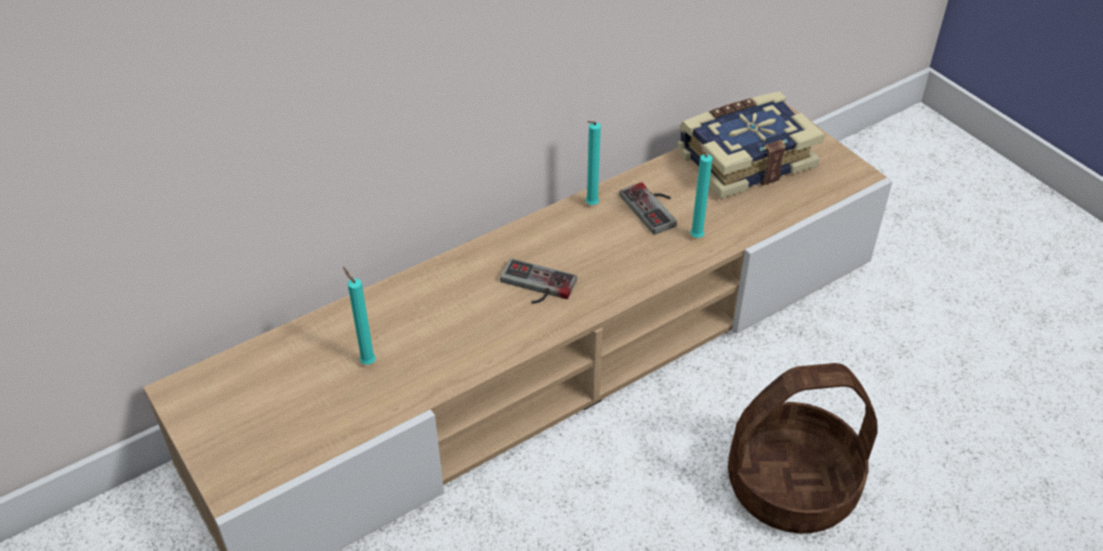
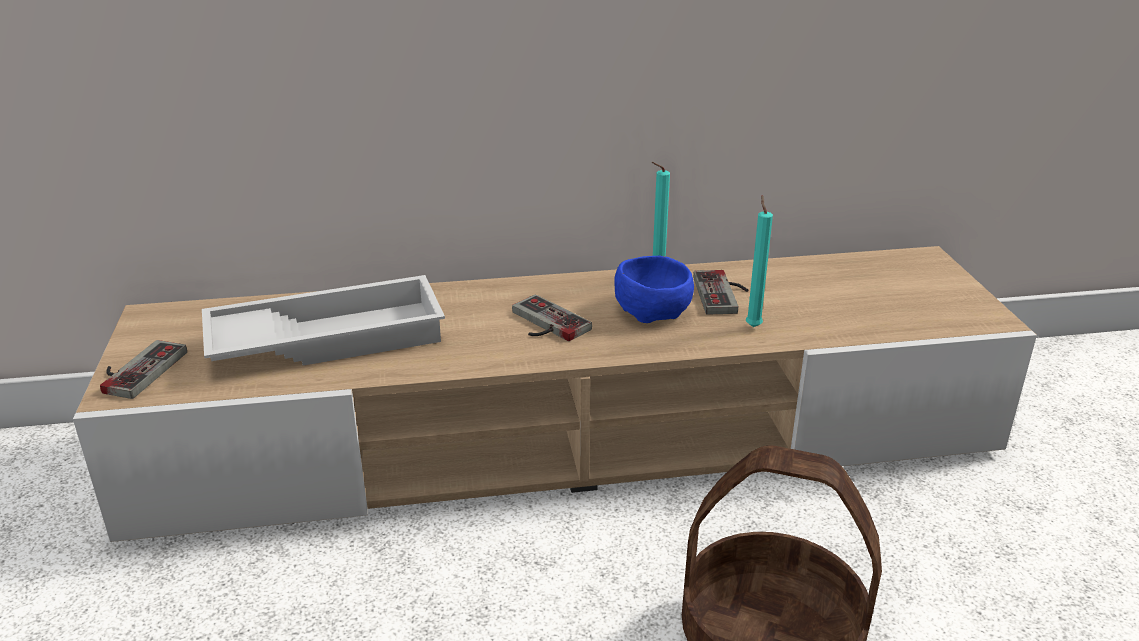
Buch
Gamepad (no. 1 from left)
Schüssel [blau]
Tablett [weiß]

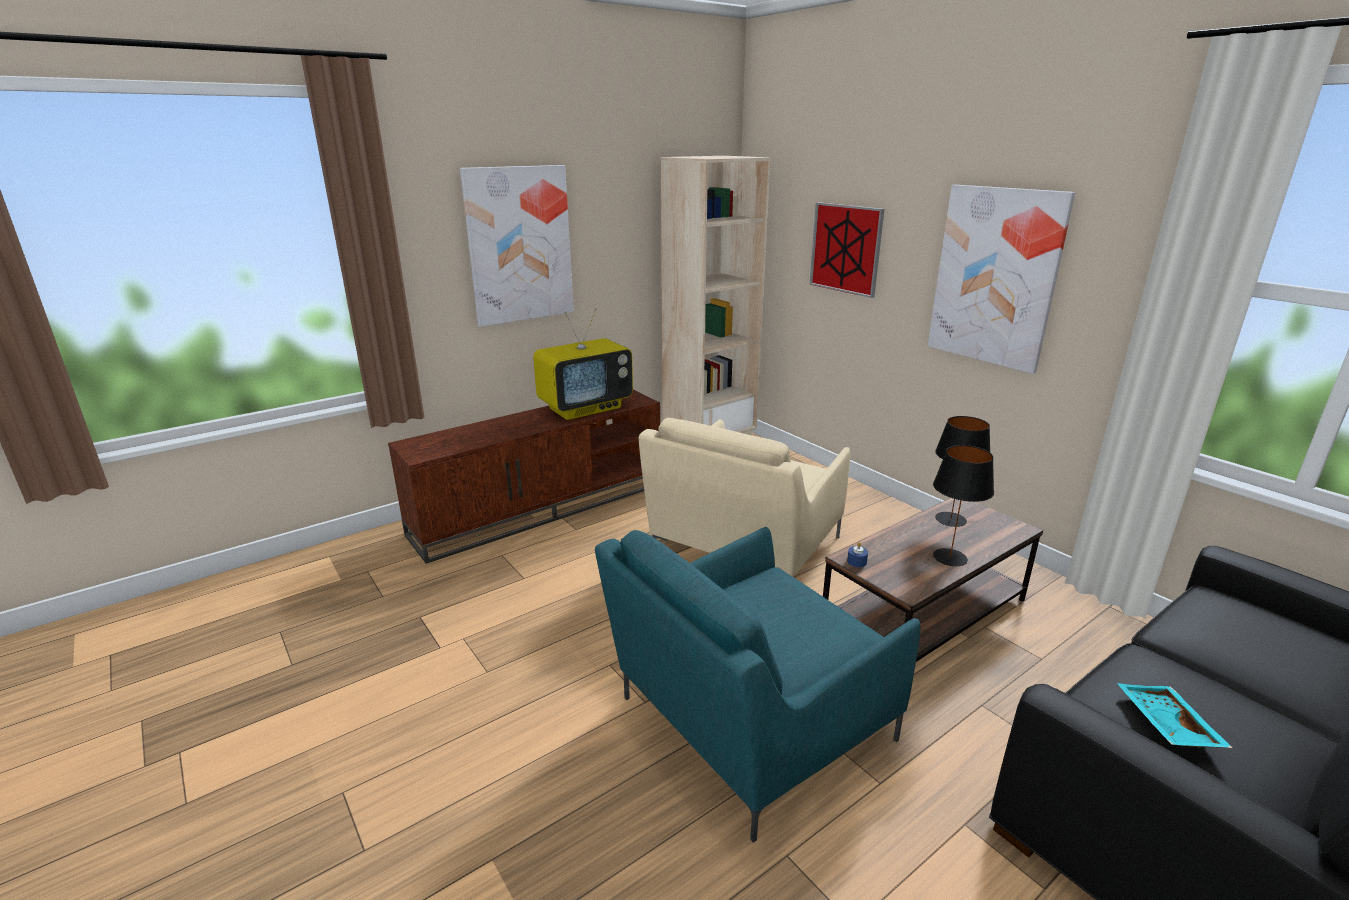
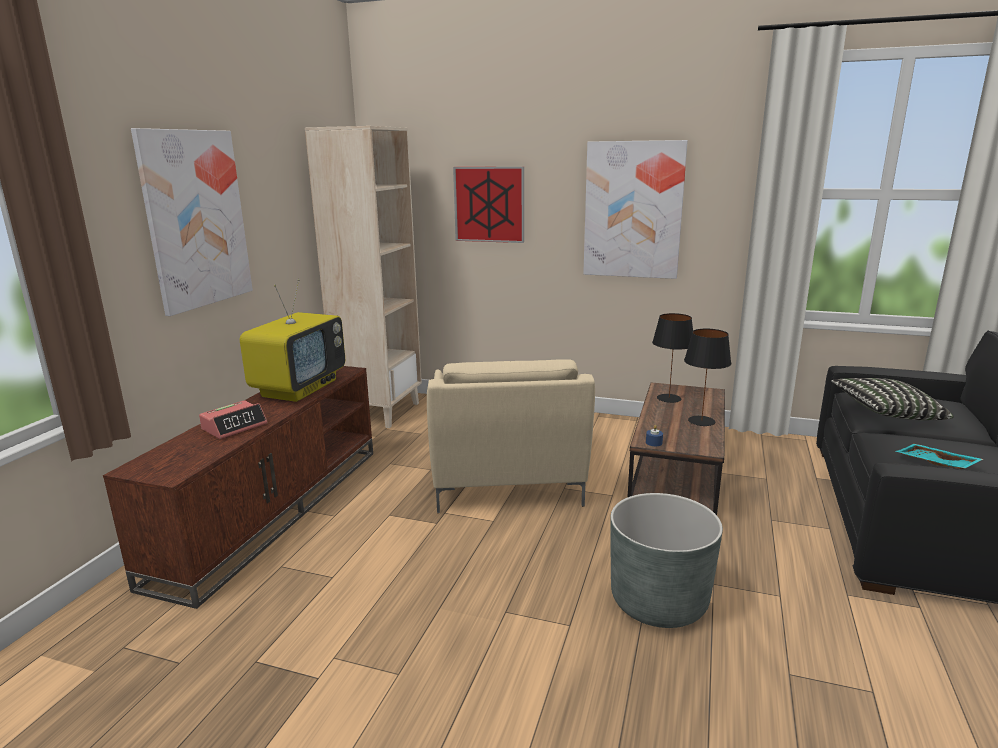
Wecker
Kissen
Pflanzkübel [grau]

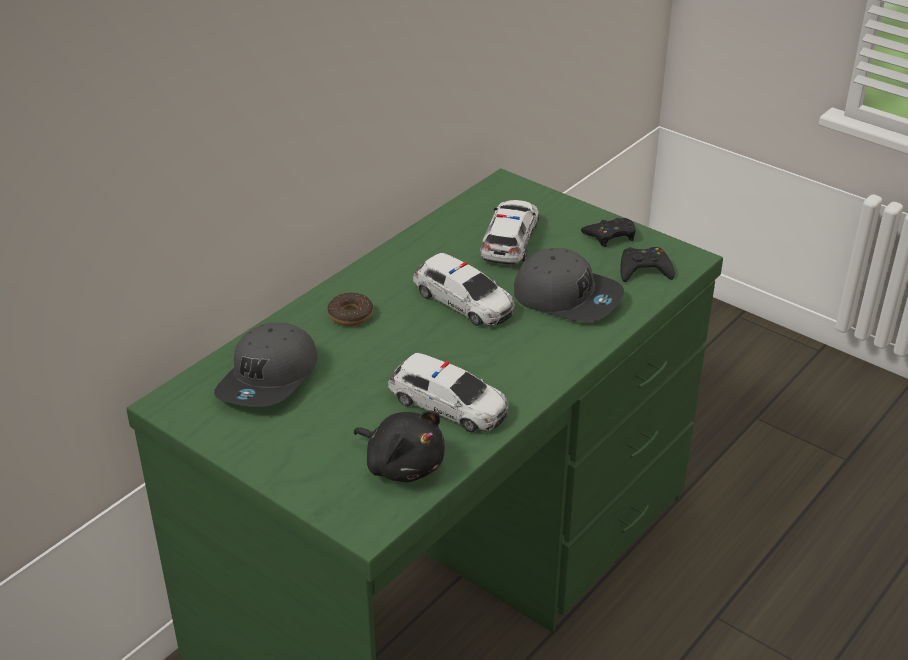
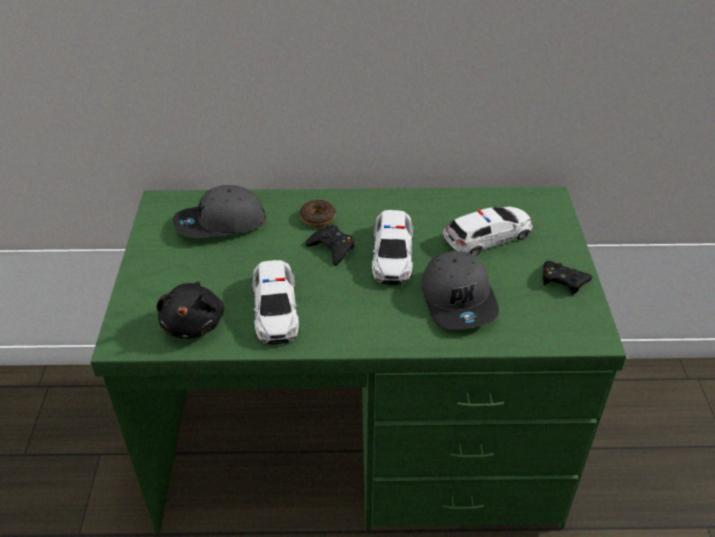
Gamepad [schwarz] (no. 1 from left)

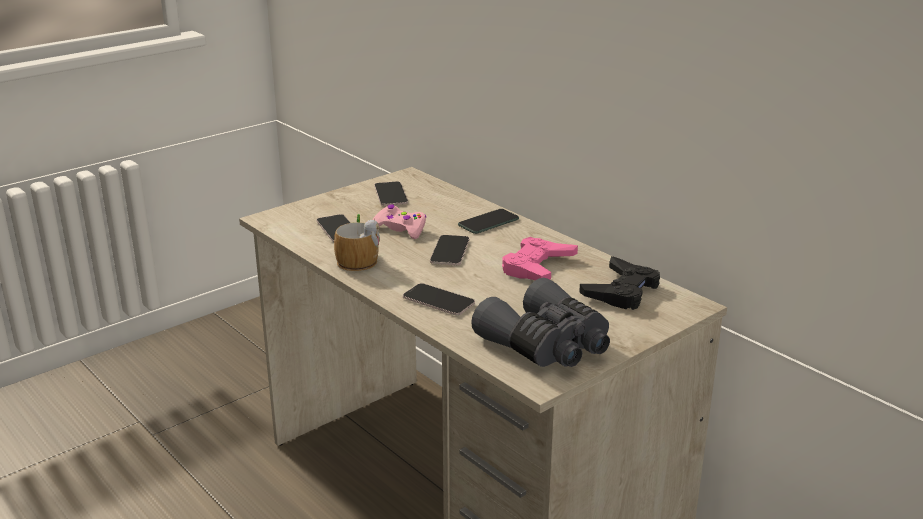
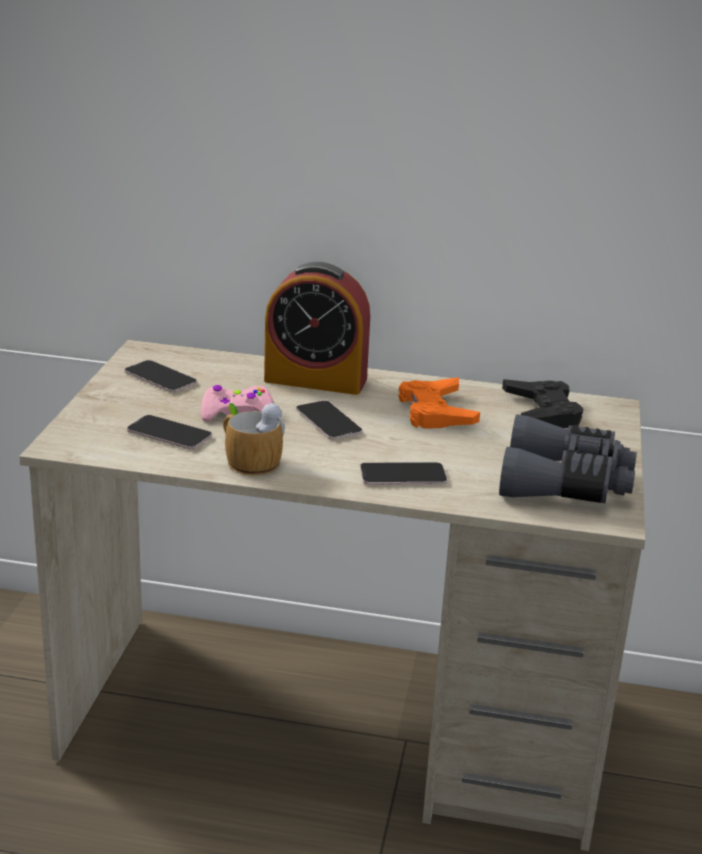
Wecker
Gamepad [orange]

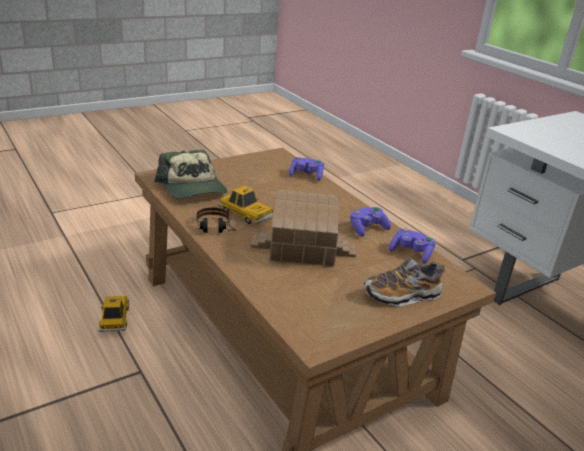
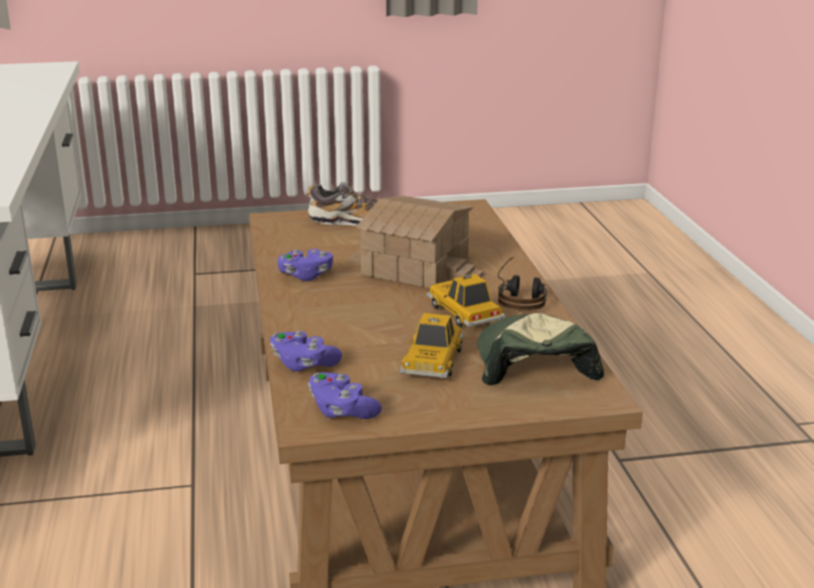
Spielzeugauto (no. 1 from left)
Gamepad [lila] (no. 3 from left)

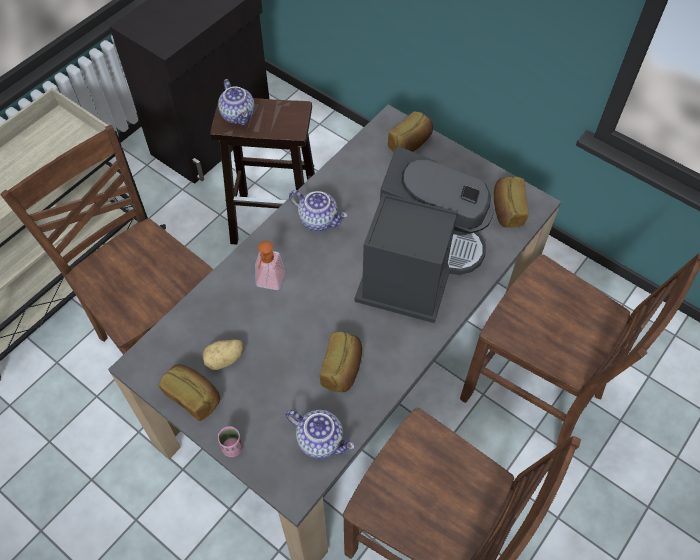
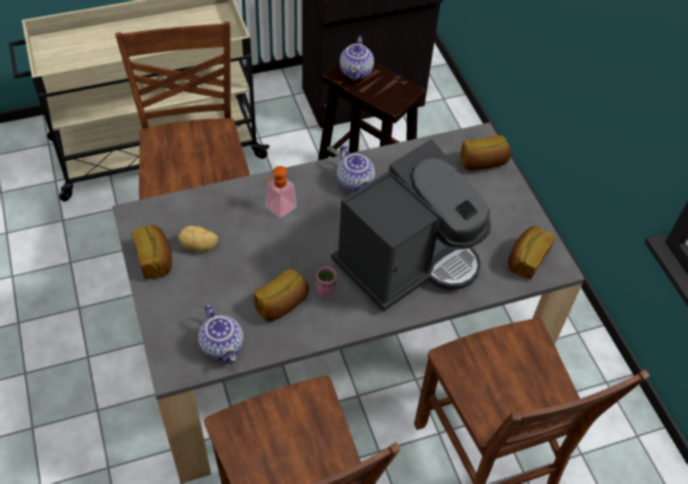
Tasse [rosa]

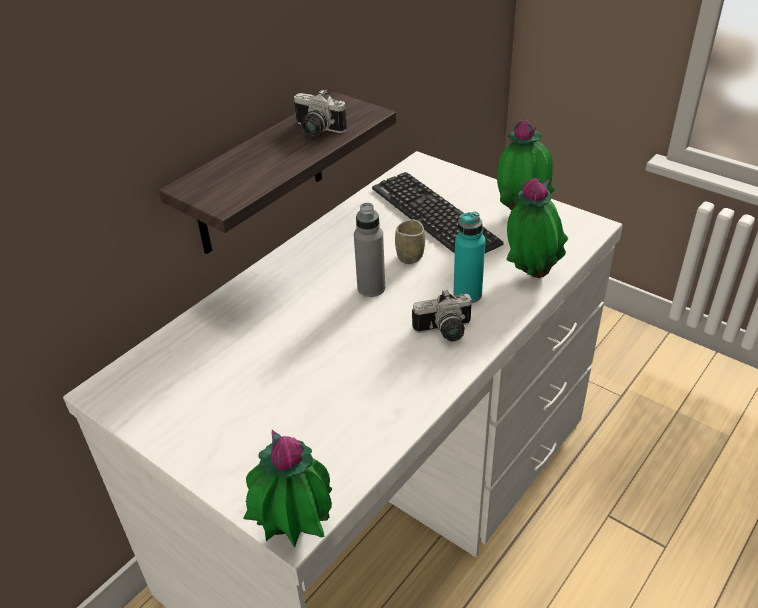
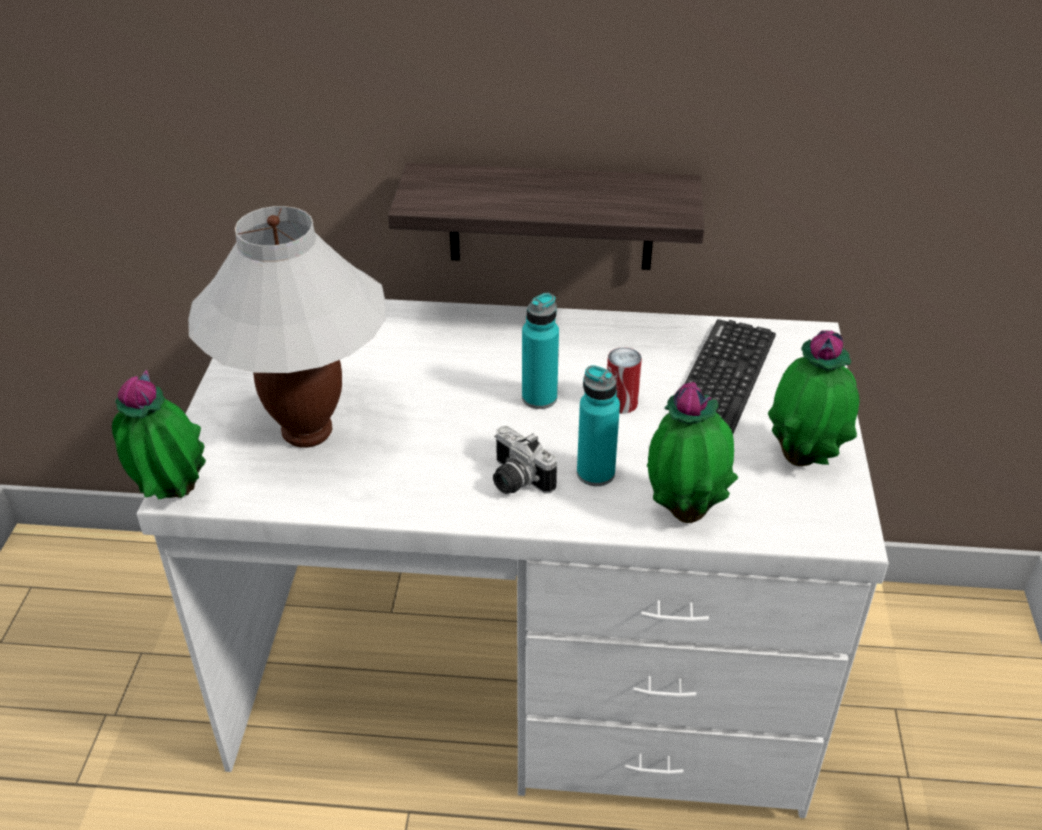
Kamera (no. 1 from left in the first image)
Tischlampe [weiß]
Dose
Flasche [türkis] (no. 1 from left)

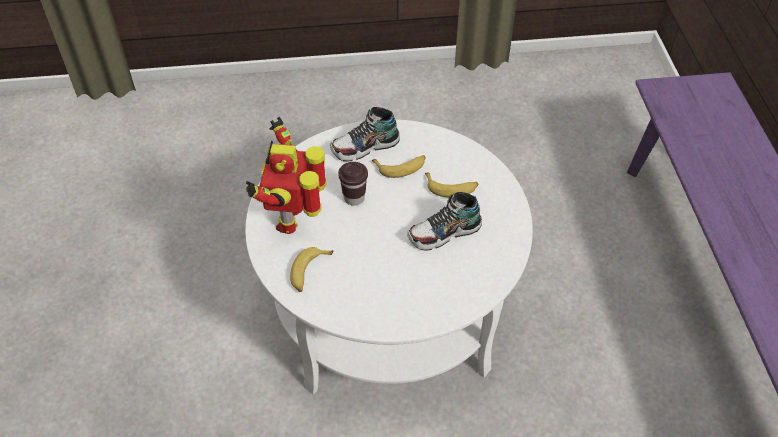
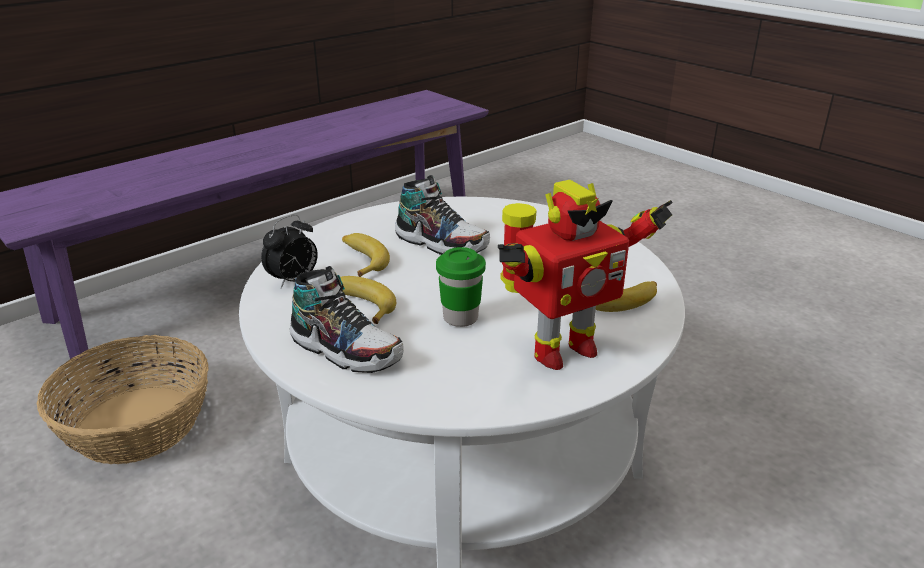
Korb
Wecker
Tasse [grün]

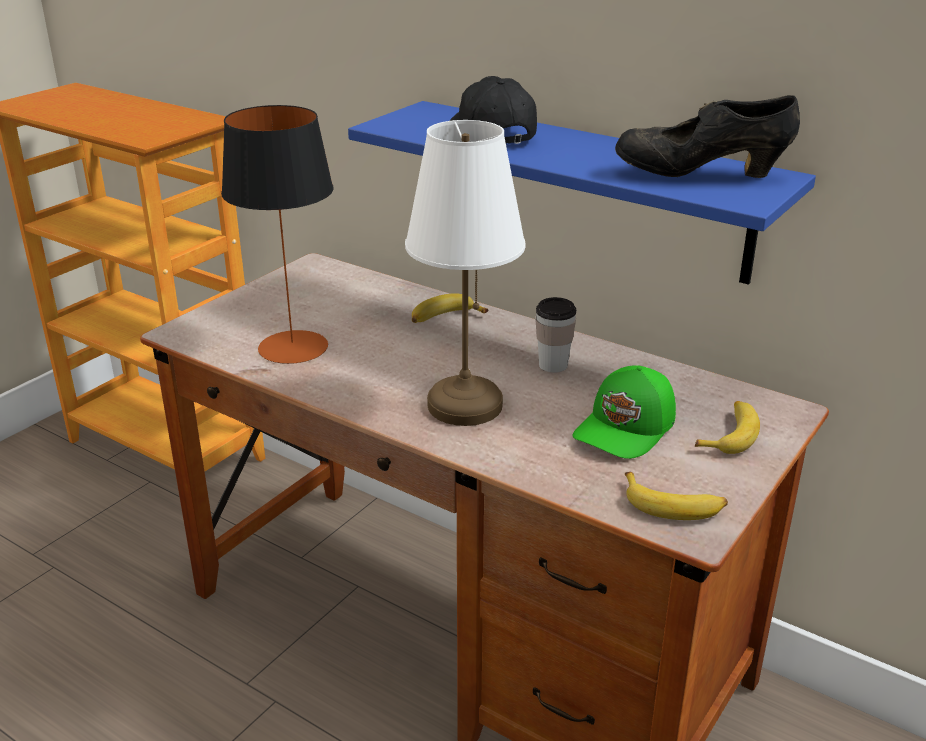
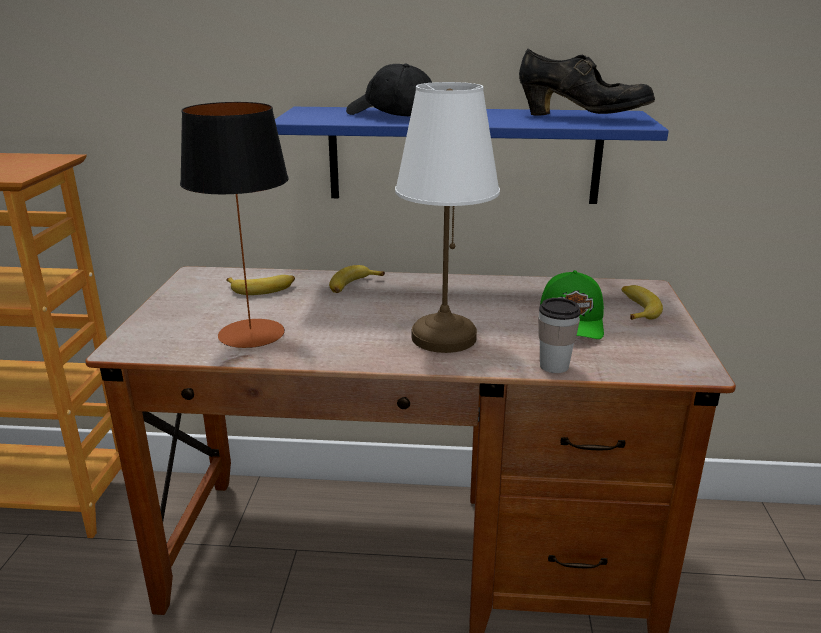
Tasse
Banane (no. 1 from left)
Schuh [schwarz]

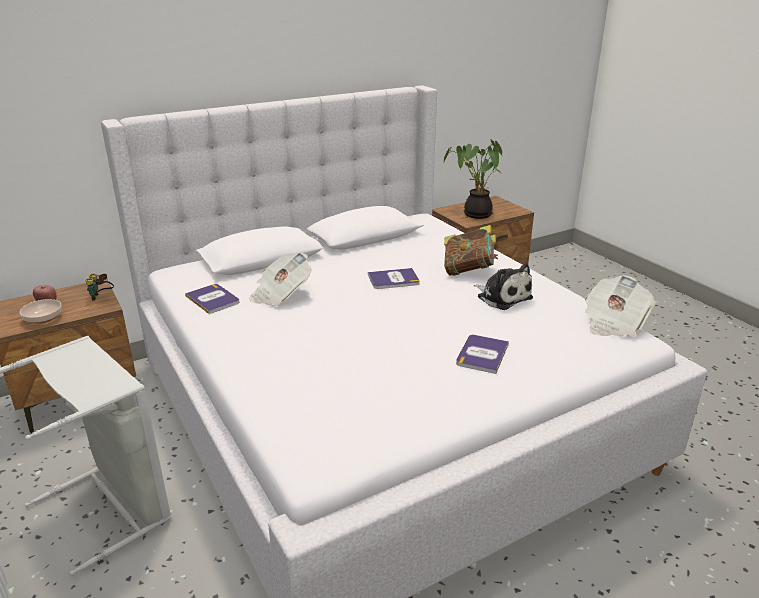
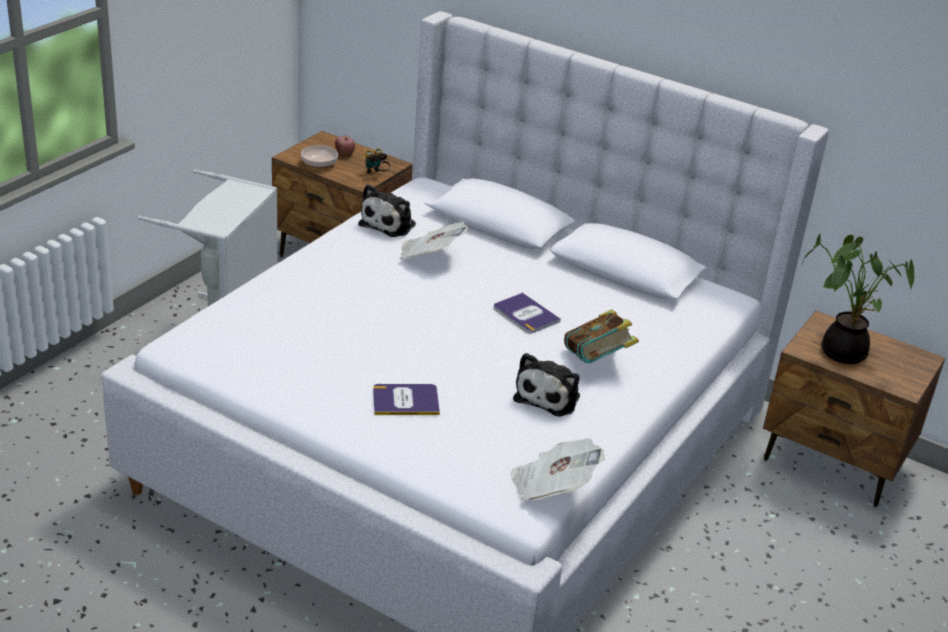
Plüschtier (no. 1 from left)

